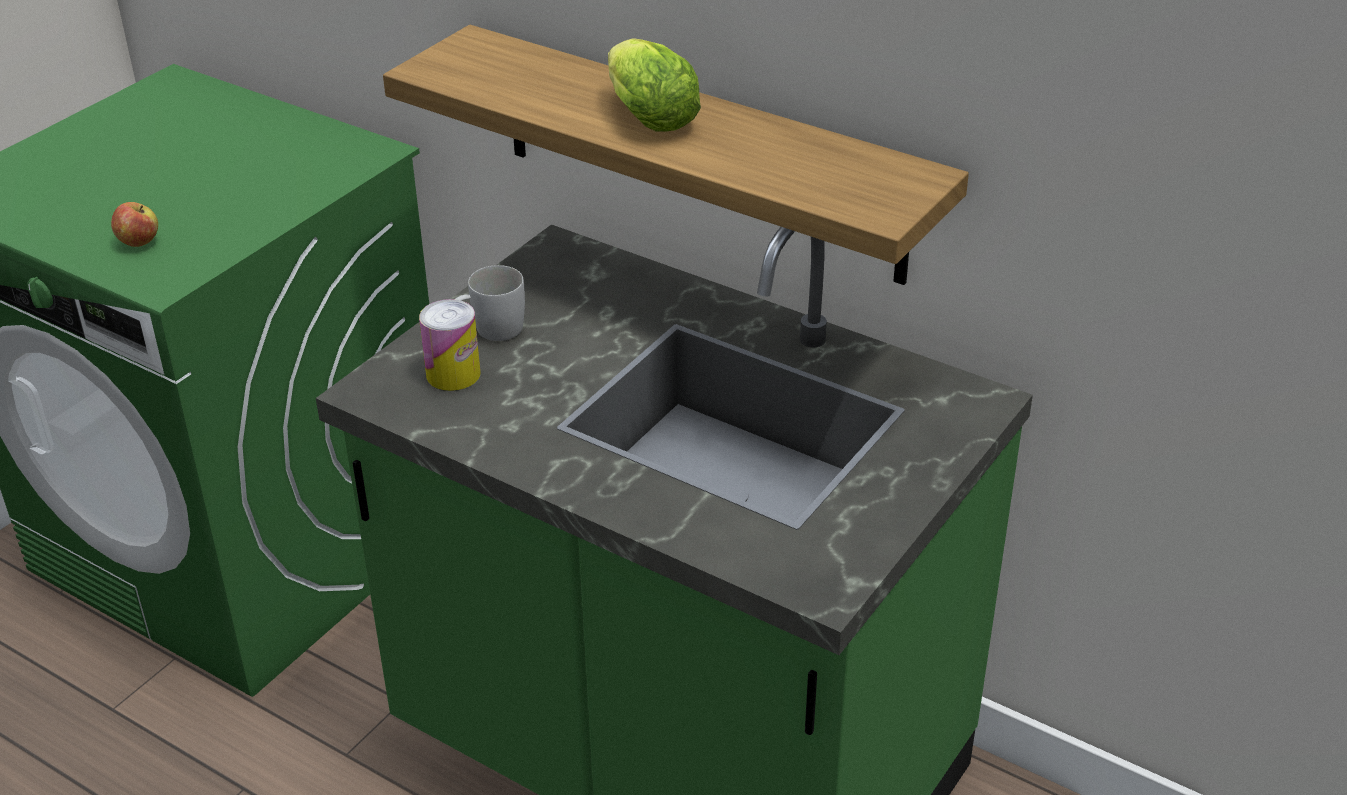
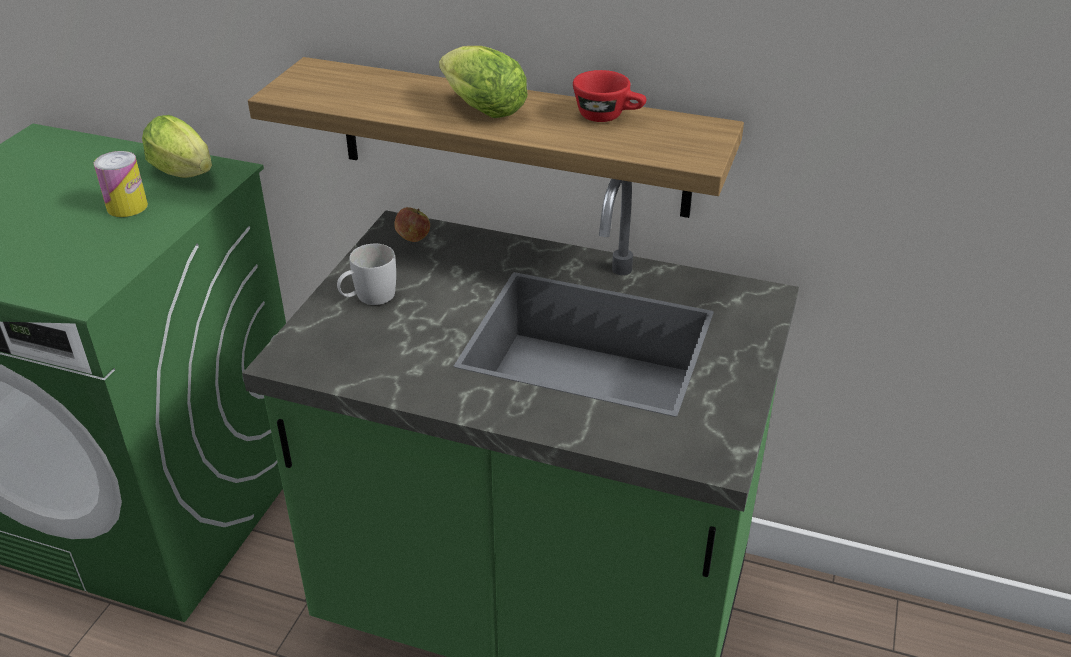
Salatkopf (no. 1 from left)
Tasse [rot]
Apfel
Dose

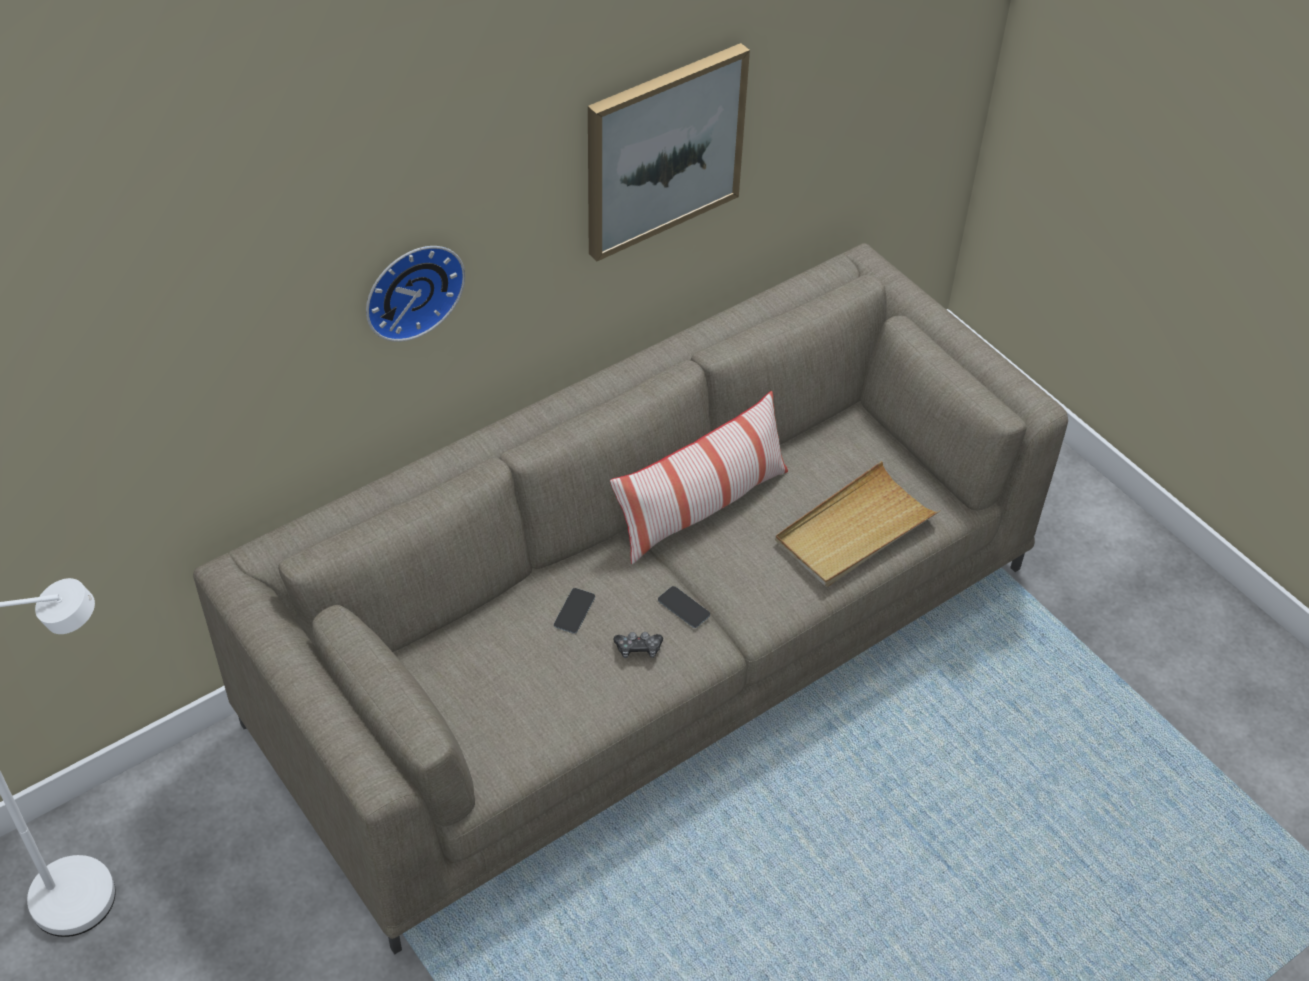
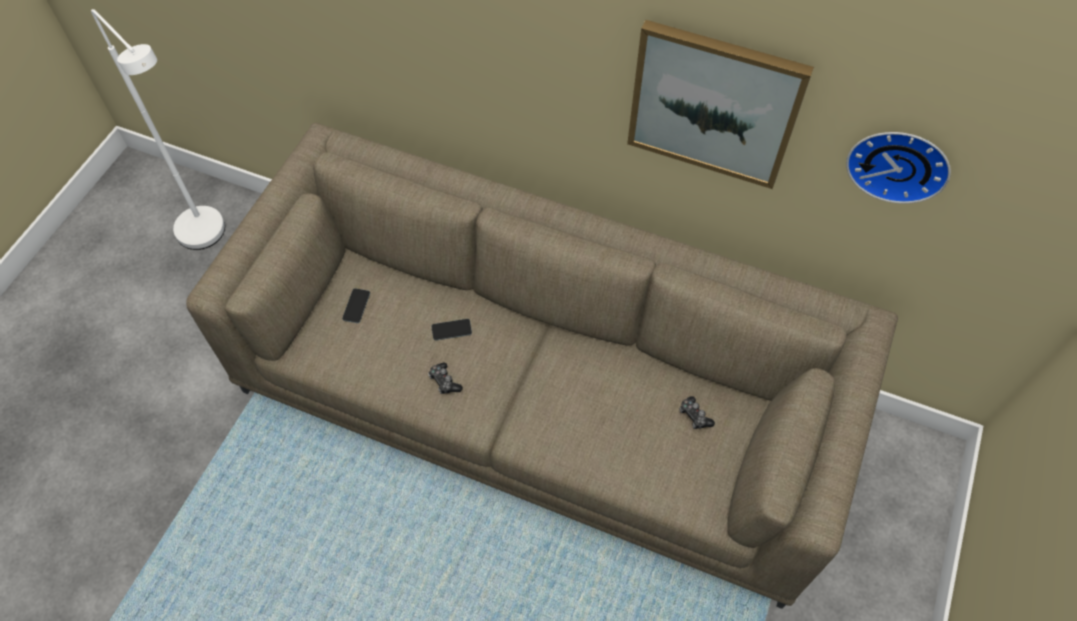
Kissen
Tablett [beige]
Gamepad (no. 2 from left)
Wanduhr
Handy (no. 1 from left)

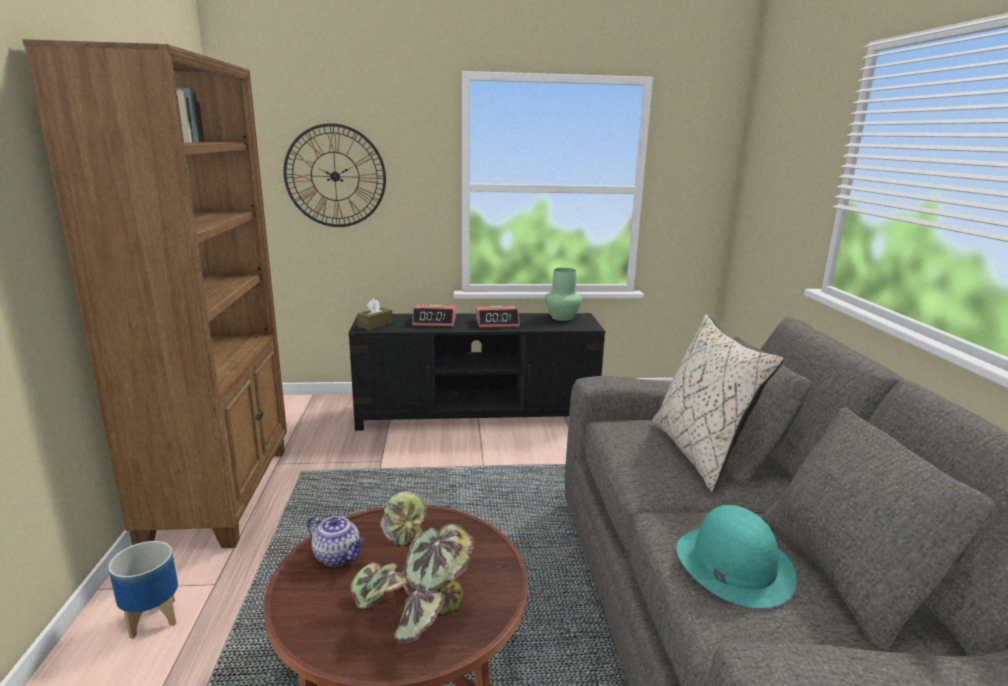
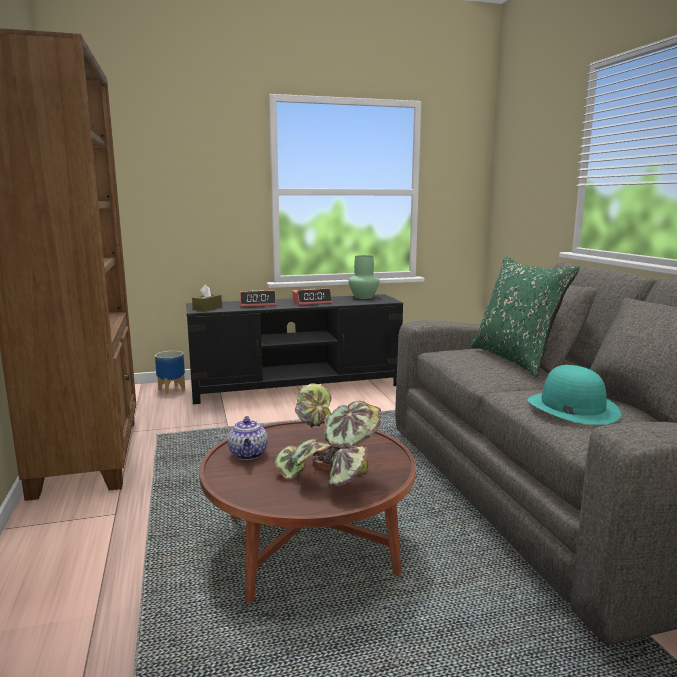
Wanduhr
Pflanzkübel
Kissen [grün]
Teekanne

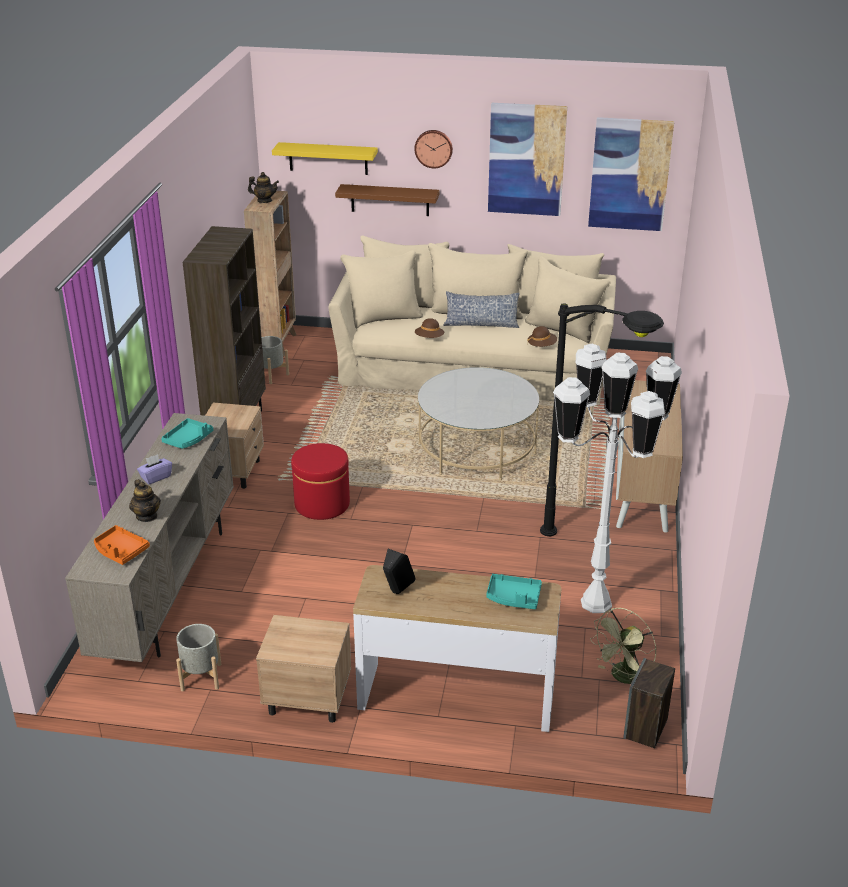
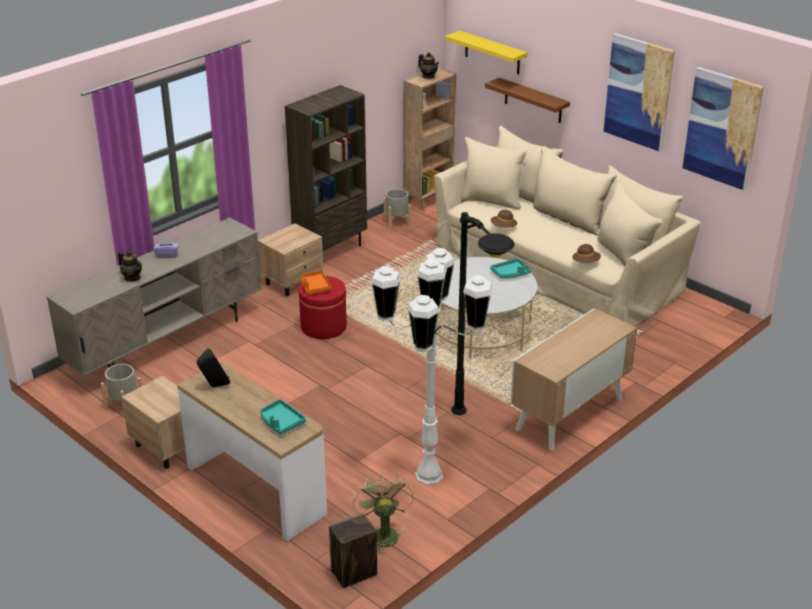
Wanduhr
Kissen
Tablett [orange]
Tablett [türkis] (no. 2 from left)
Teekanne (no. 1 from left)
Ventilator [grün]

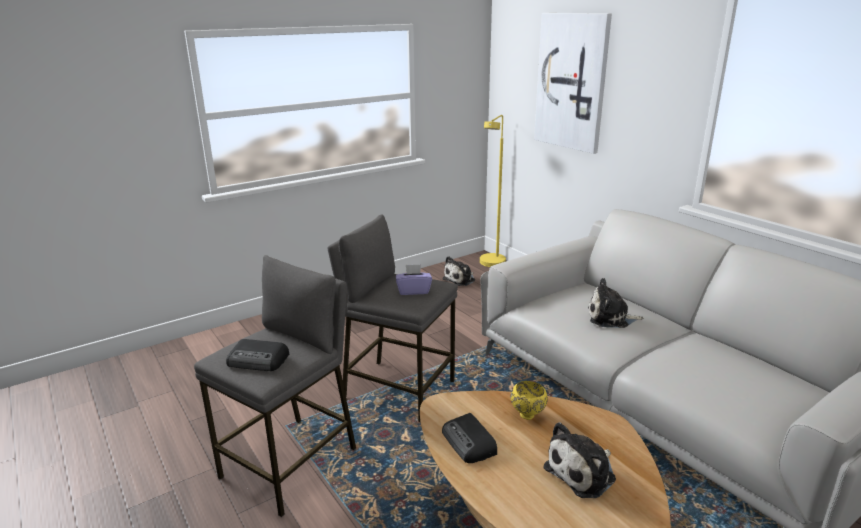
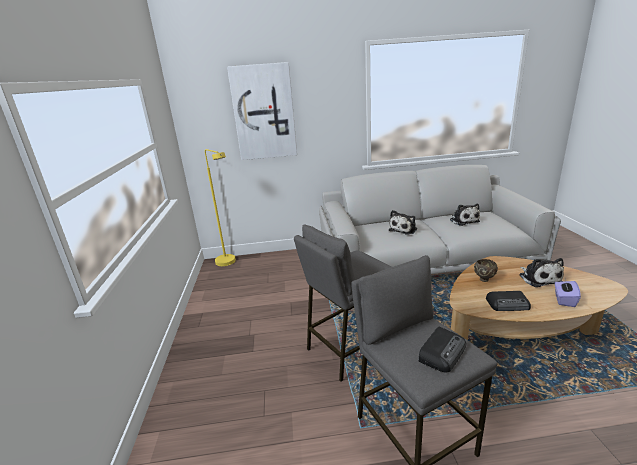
Taschentuchbox [lila]
Plüschtier (no. 2 from left)
Schüssel [braun]

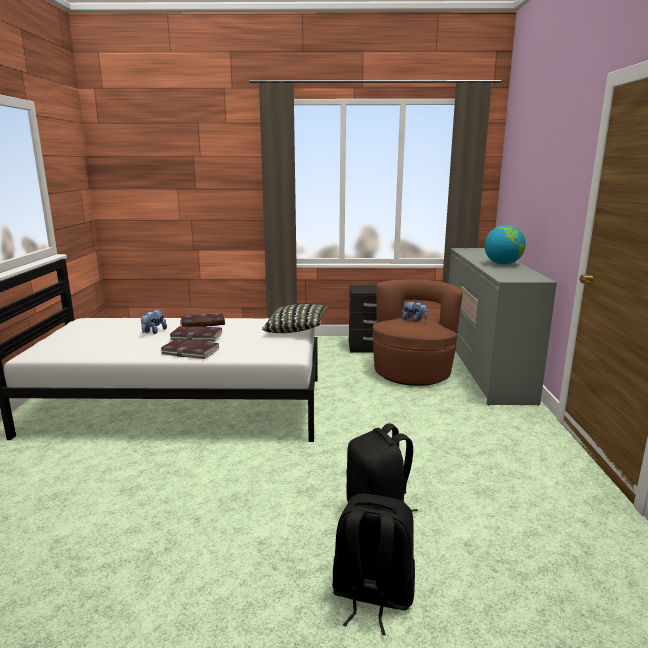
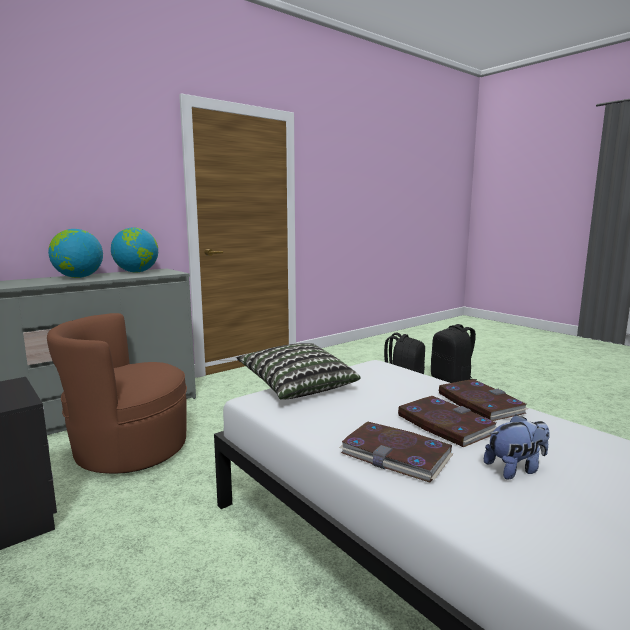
Plüschtier (no. 2 from left in the first image)
Globus (no. 2 from left)

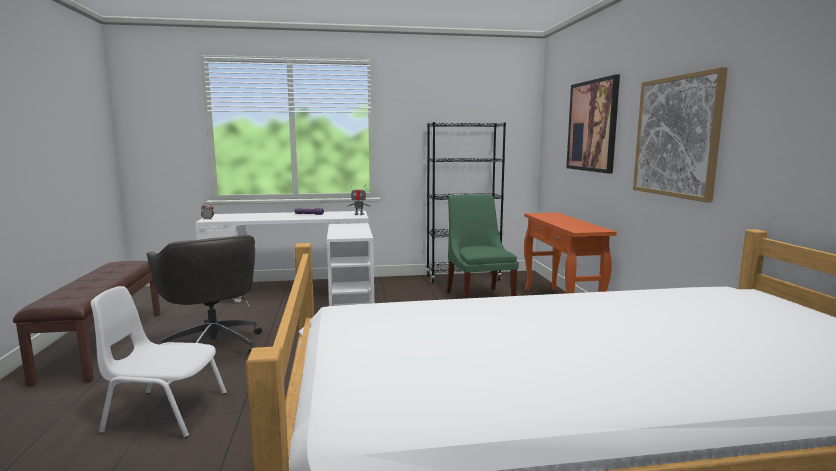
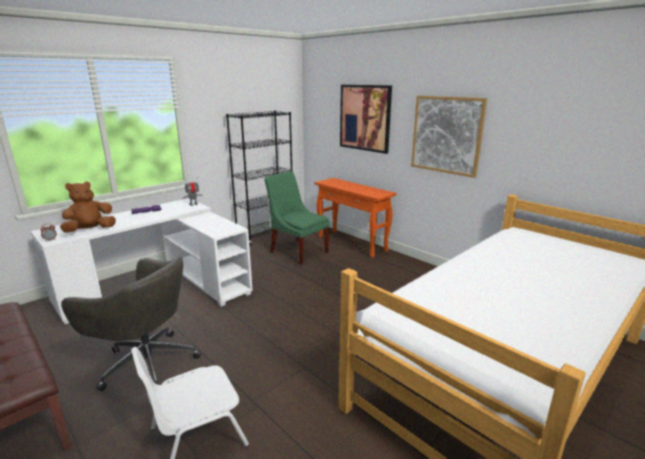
Plüschtier [braun]

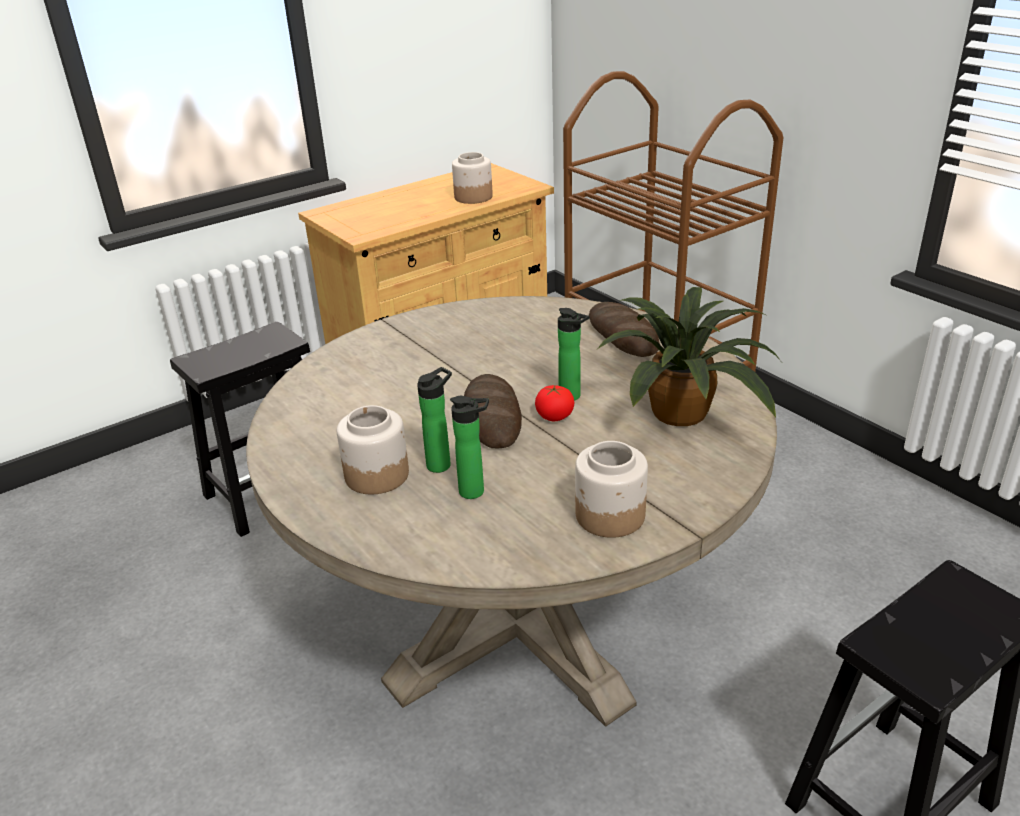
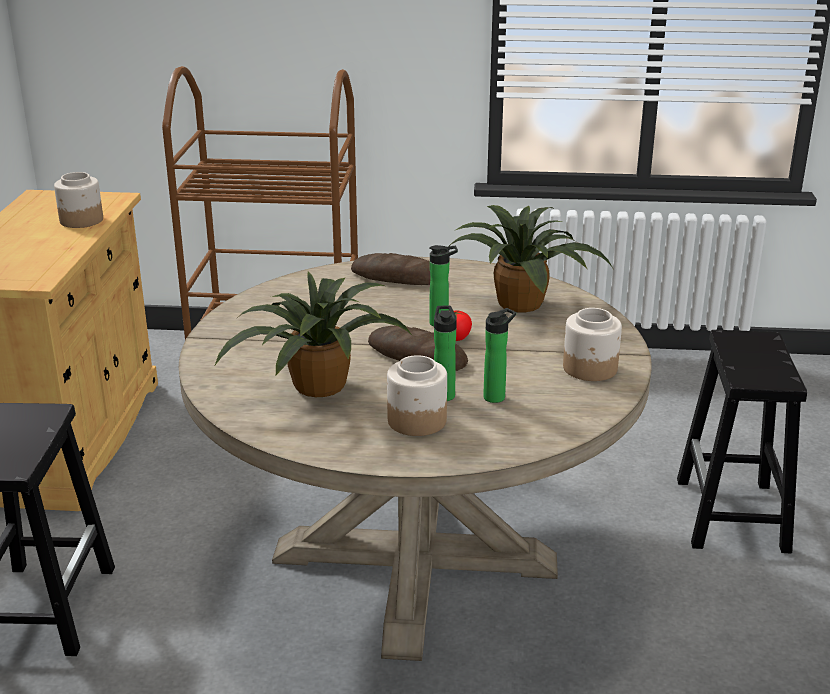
Topfpflanze (no. 1 from left)

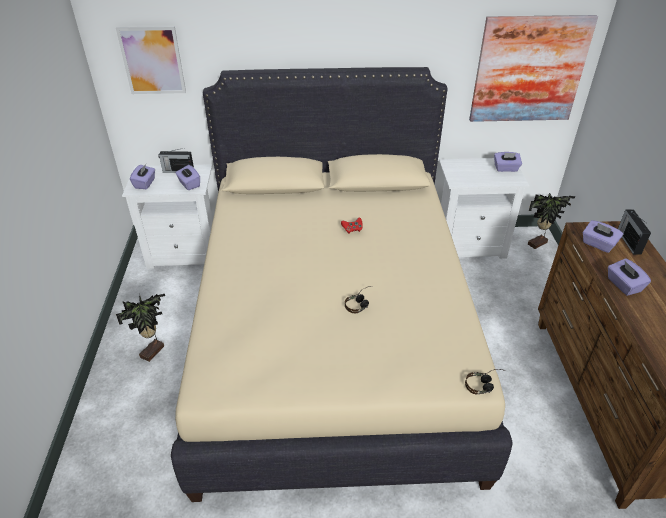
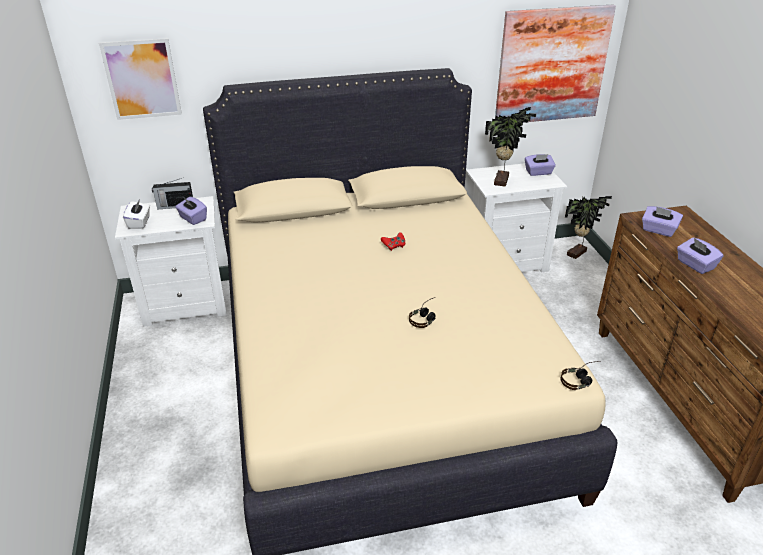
Radio (no. 2 from left in the first image)
Topfpflanze (no. 1 from left)
Taschentuchbox [weiß]

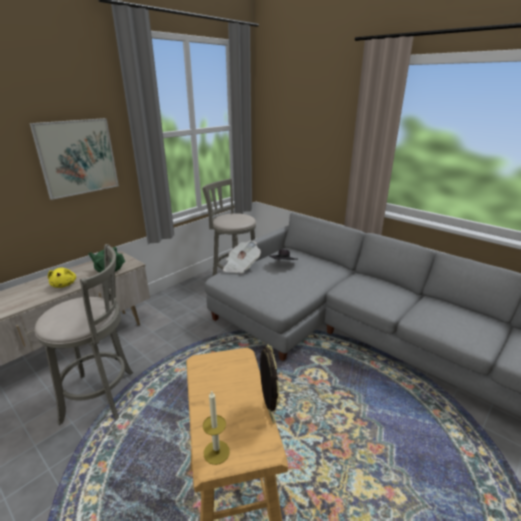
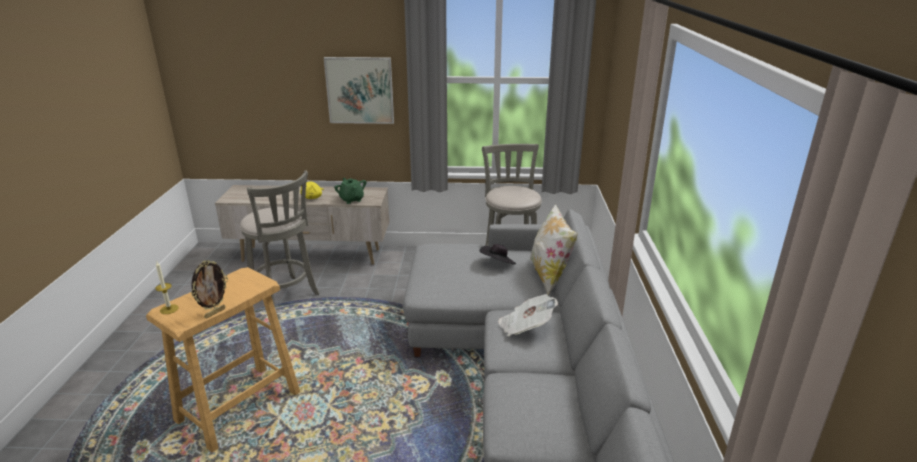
Kissen
Zeitung

